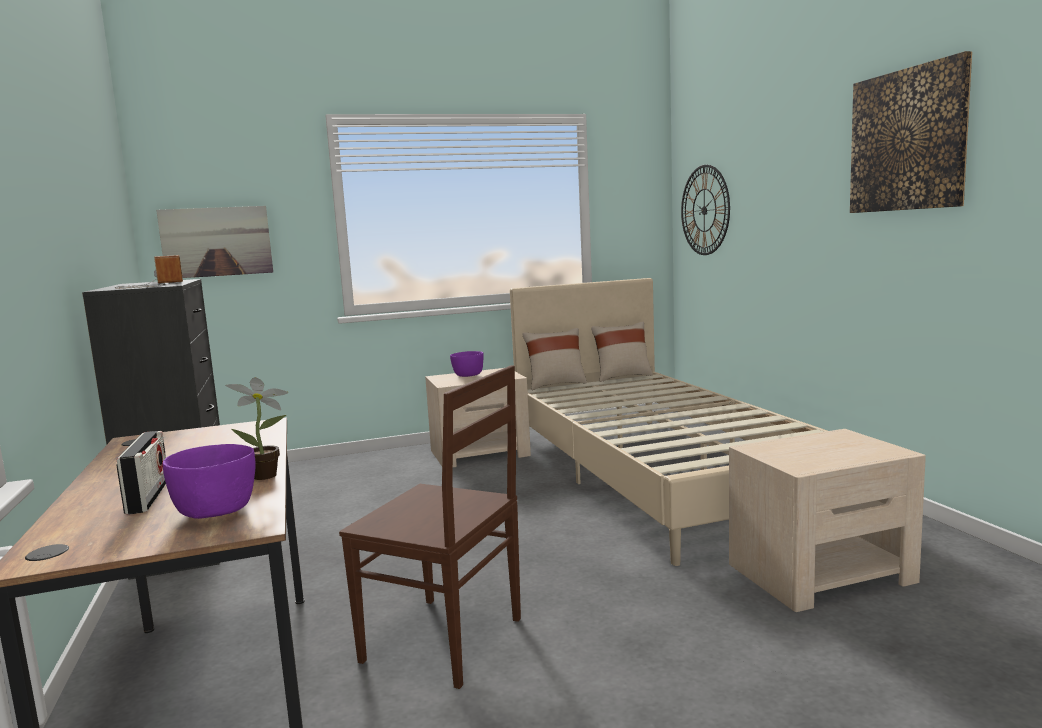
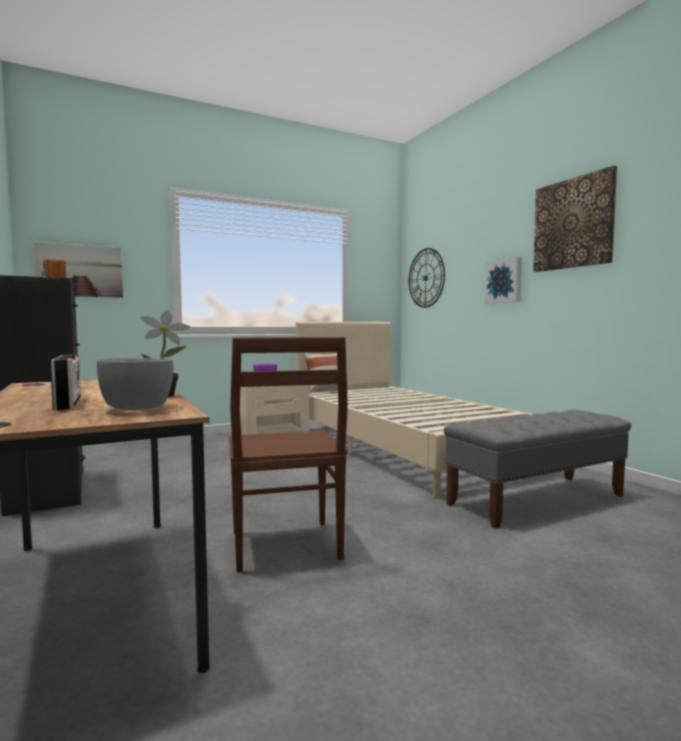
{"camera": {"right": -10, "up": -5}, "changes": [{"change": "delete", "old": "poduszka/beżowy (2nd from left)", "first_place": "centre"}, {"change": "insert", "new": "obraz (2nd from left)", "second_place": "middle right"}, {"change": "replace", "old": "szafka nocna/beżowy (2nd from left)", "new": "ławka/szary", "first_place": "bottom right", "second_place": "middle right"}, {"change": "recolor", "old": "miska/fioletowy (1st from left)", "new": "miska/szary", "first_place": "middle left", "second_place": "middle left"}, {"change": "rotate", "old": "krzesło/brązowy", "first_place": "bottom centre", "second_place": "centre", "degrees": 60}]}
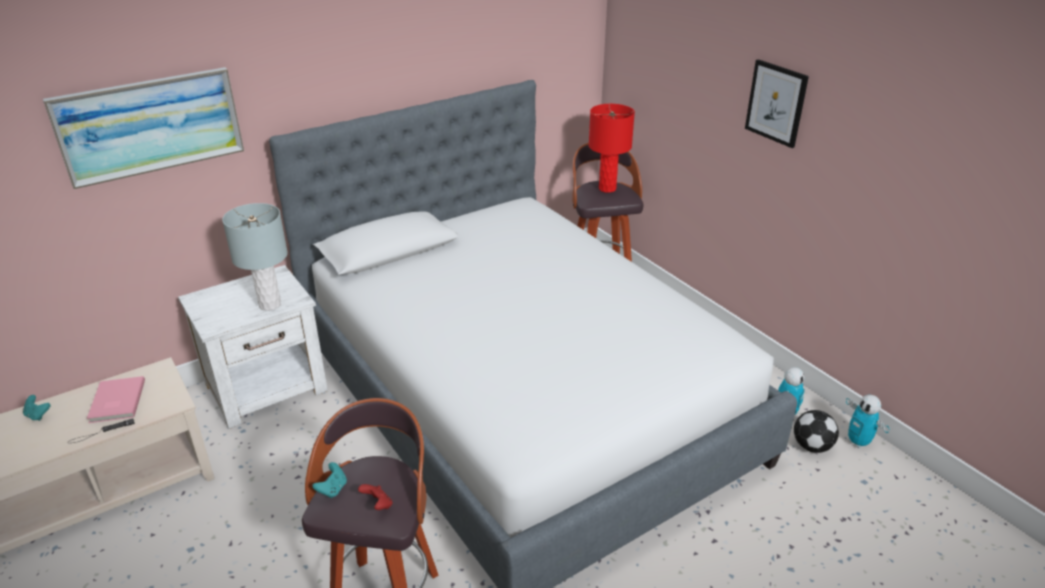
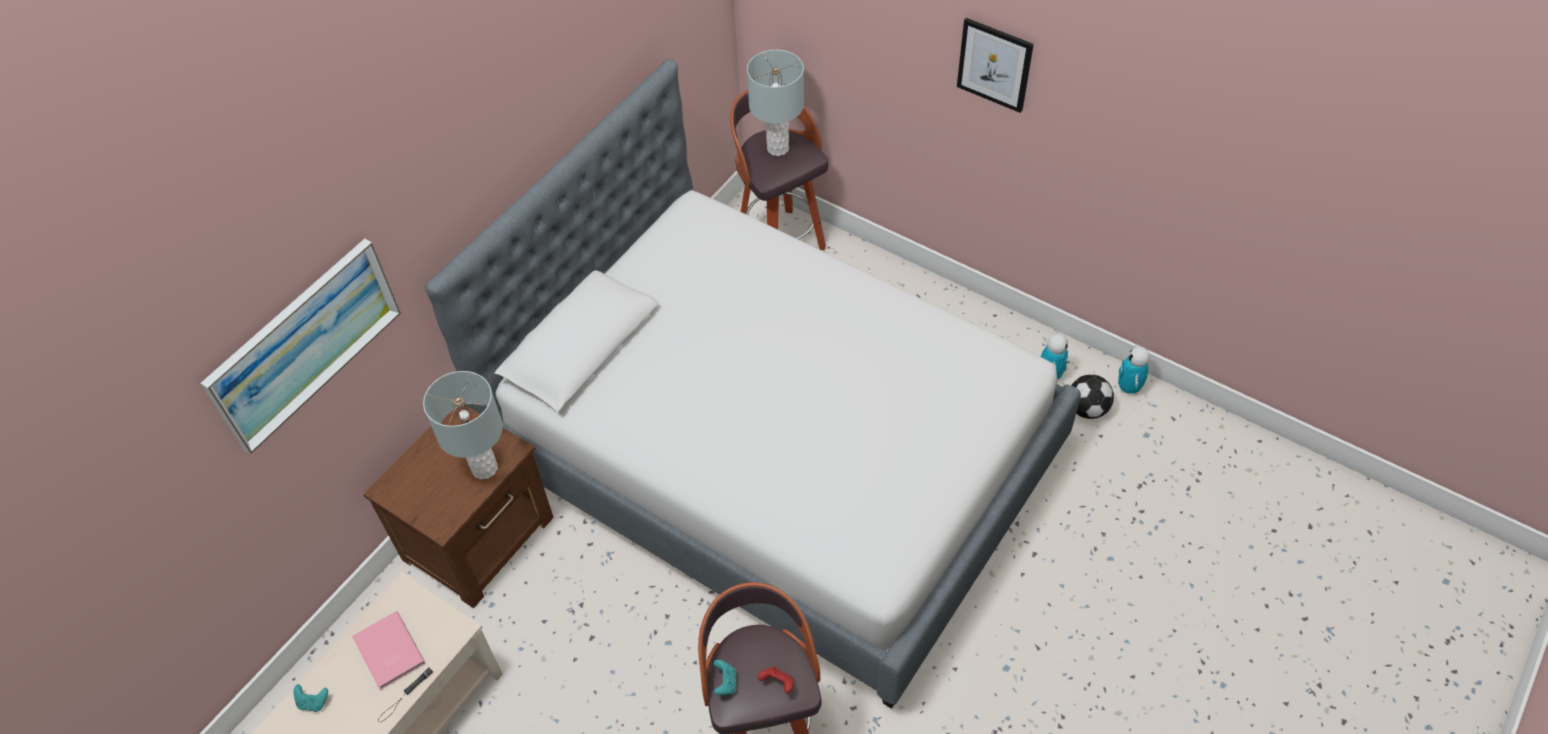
{"camera": {"right": -20, "up": 20}, "changes": [{"change": "recolor", "old": "szafka nocna/biały", "new": "szafka nocna/brązowy", "first_place": "middle left", "second_place": "bottom left"}, {"change": "recolor", "old": "lampa stołowa/czerwony", "new": "lampa stołowa/szary (2nd from left)", "first_place": "top centre", "second_place": "top centre"}, {"change": "rotate", "old": "robot zabawkowy (2nd from left)", "first_place": "bottom right", "second_place": "middle right", "degrees": 60}]}
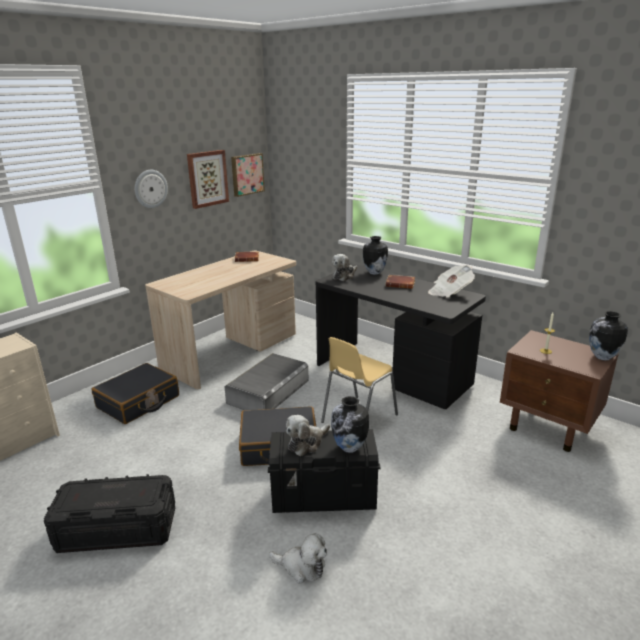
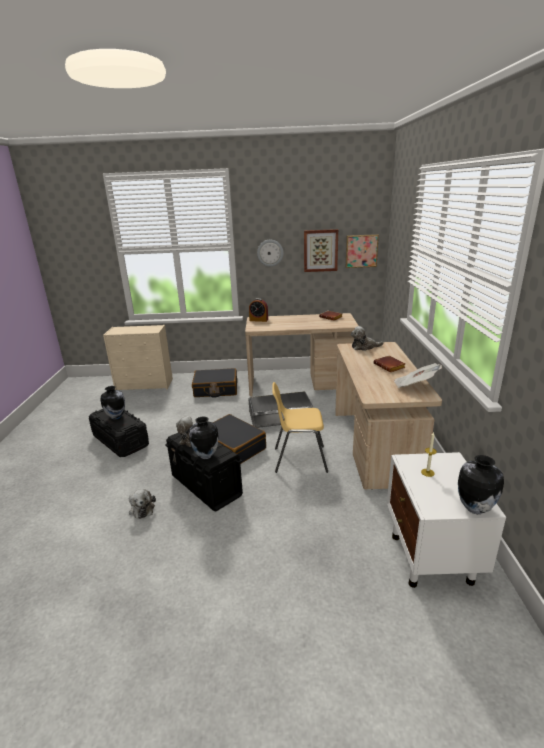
{"camera": {"right": 50, "up": 0}, "changes": [{"change": "insert", "new": "budzik", "second_place": "centre"}, {"change": "move", "old": "wazon (2nd from left in the first image)", "new": "wazon (1st from left)", "first_place": "centre", "second_place": "middle left"}, {"change": "recolor", "old": "biurko/czarny", "new": "biurko/beżowy (2nd from left)", "first_place": "centre", "second_place": "middle right"}, {"change": "recolor", "old": "szafka nocna/brązowy", "new": "szafka nocna/biały", "first_place": "middle right", "second_place": "bottom right"}]}
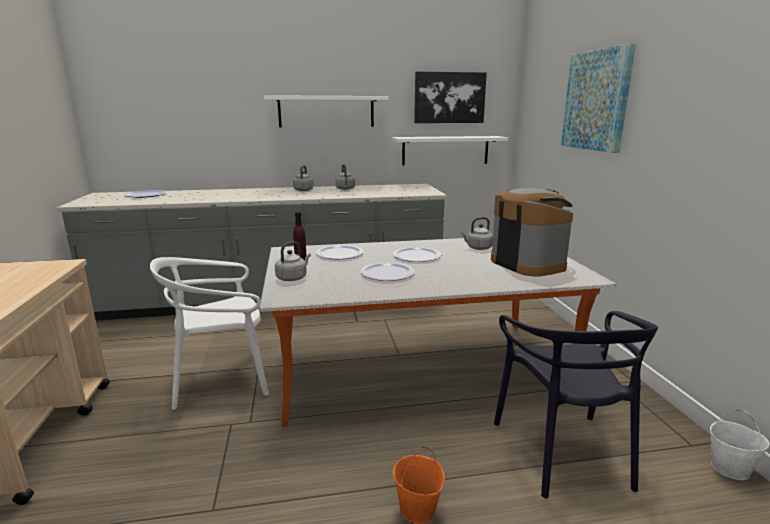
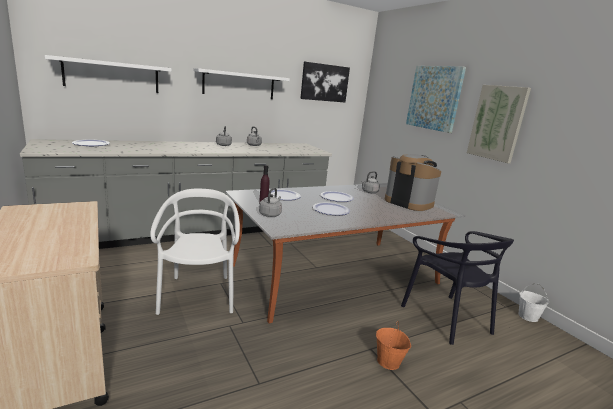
{"camera": {"right": -20, "up": 0}, "changes": [{"change": "insert", "new": "obraz (3rd from left)", "second_place": "top right"}, {"change": "move", "old": "półka/biały (2nd from left in the first image)", "new": "półka/biały (1st from left)", "first_place": "top centre", "second_place": "top left"}, {"change": "rotate", "old": "krzesło/biały", "first_place": "middle left", "second_place": "middle left", "degrees": 120}]}
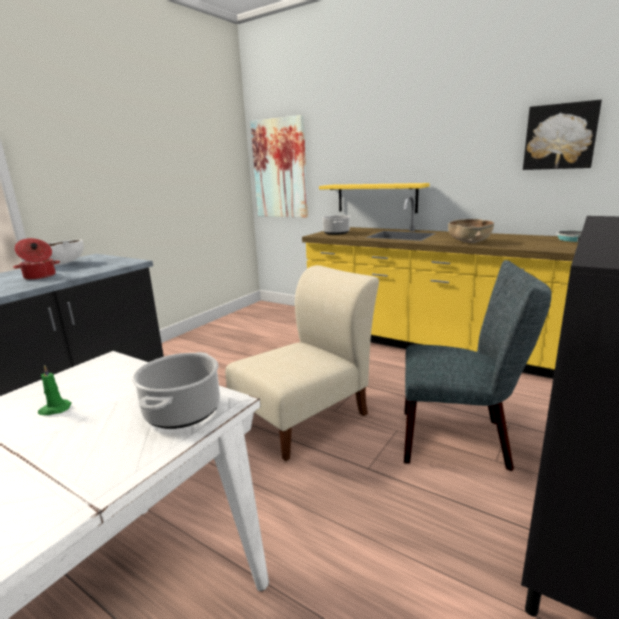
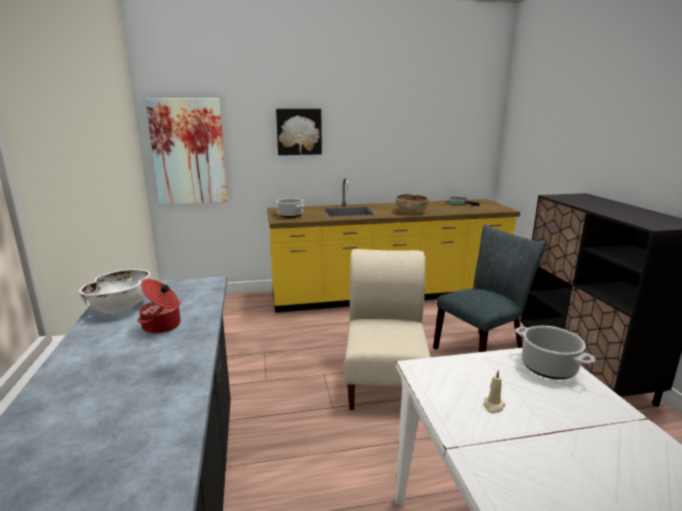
{"camera": {"right": -45, "up": 0}, "changes": [{"change": "delete", "old": "półka/żółty", "first_place": "top centre"}, {"change": "move", "old": "obraz (2nd from left)", "first_place": "top right", "second_place": "top centre"}, {"change": "recolor", "old": "świeca/zielony", "new": "świeca/beżowy", "first_place": "middle left", "second_place": "bottom right"}]}
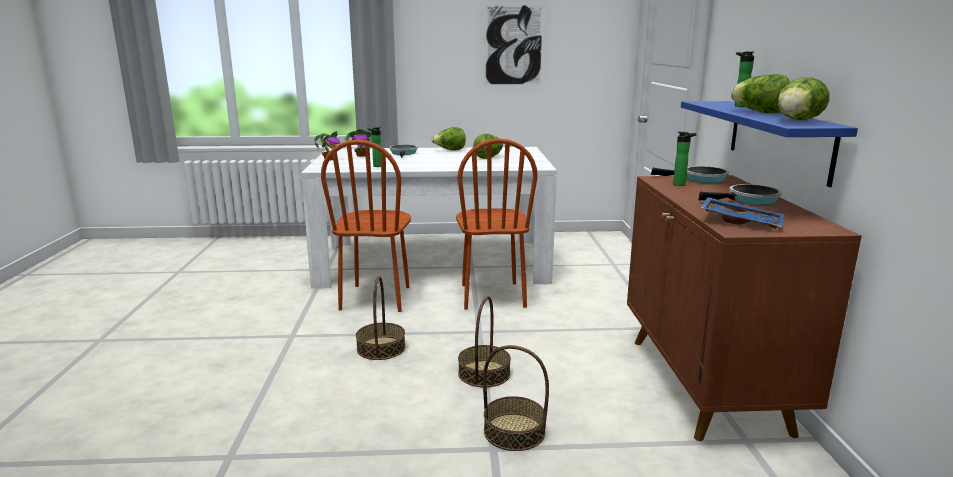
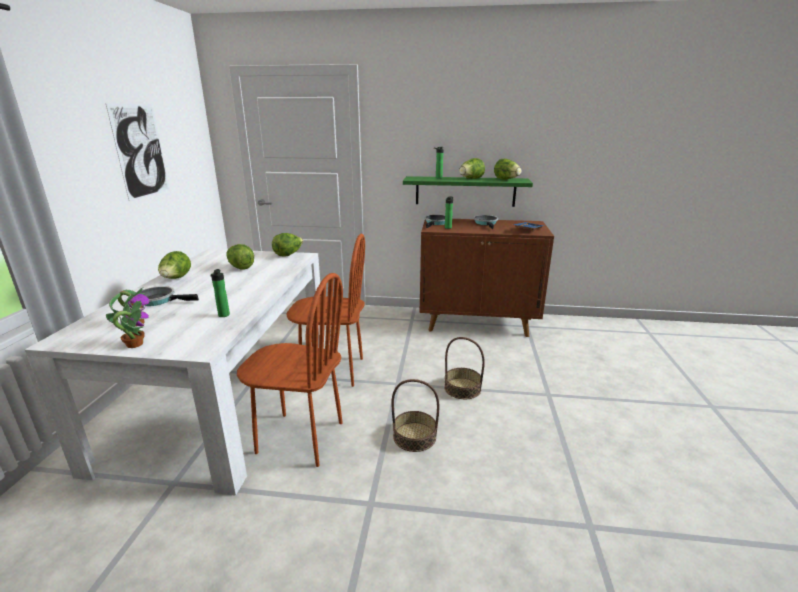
{"camera": {"right": -80, "up": 5}, "changes": [{"change": "delete", "old": "koszyk (3rd from left)", "first_place": "bottom centre"}, {"change": "insert", "new": "sałata (3rd from left)", "second_place": "centre"}, {"change": "recolor", "old": "półka/niebieski", "new": "półka/zielony", "first_place": "top right", "second_place": "top centre"}]}
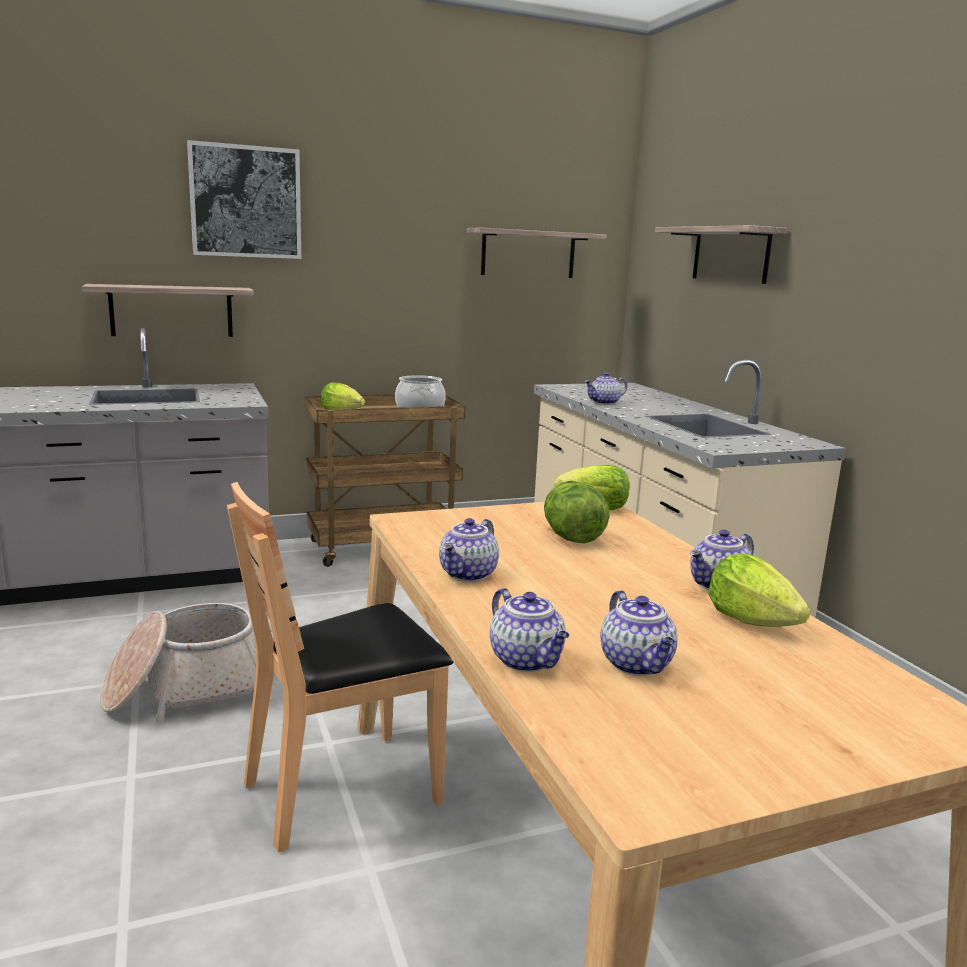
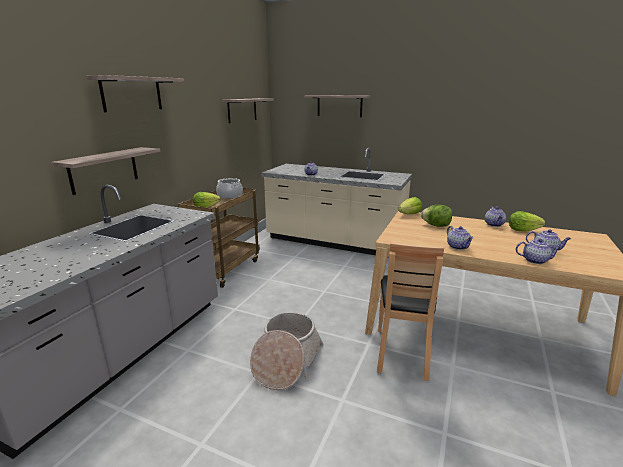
{"camera": {"right": -45, "up": 5}, "changes": [{"change": "replace", "old": "obraz", "new": "półka (2nd from left)", "first_place": "top left", "second_place": "top left"}]}
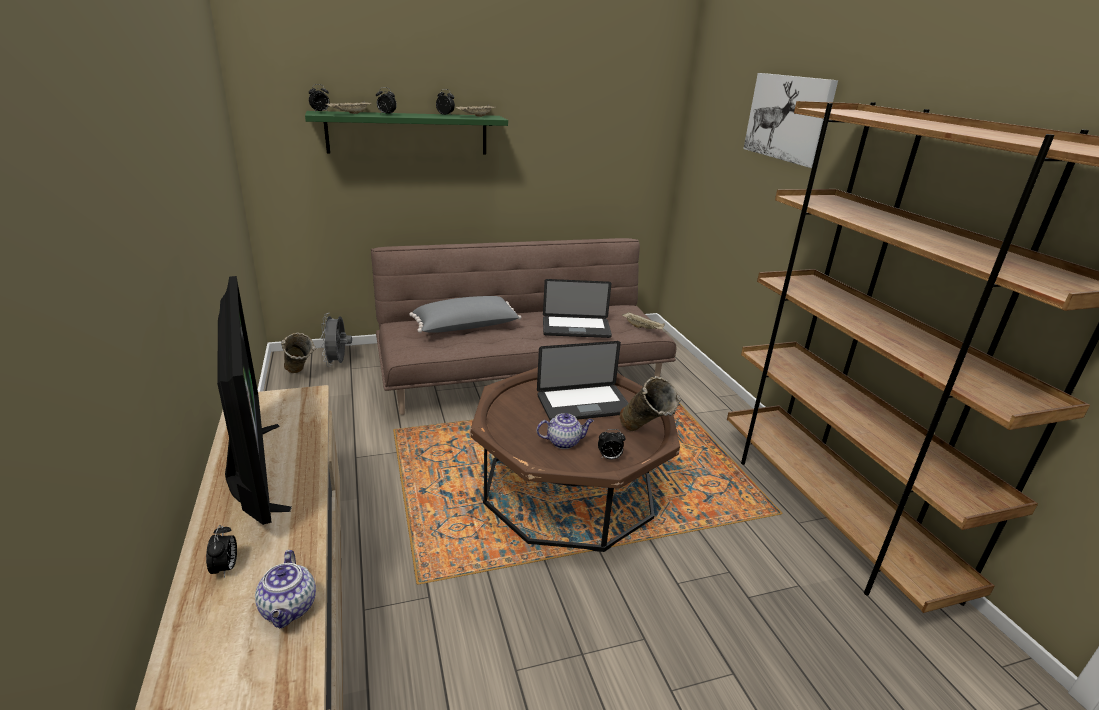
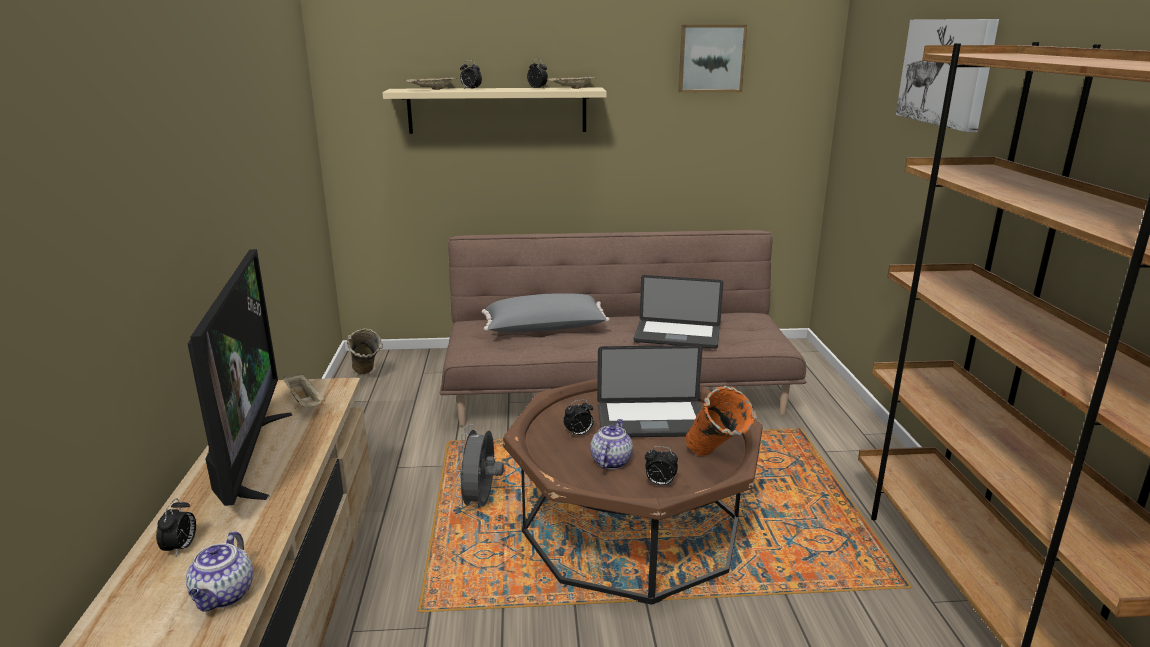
{"camera": {"right": 15, "up": -5}, "changes": [{"change": "insert", "new": "obraz (1st from left)", "second_place": "top centre"}, {"change": "move", "old": "budzik (2nd from left in the first image)", "new": "budzik (4th from left)", "first_place": "top left", "second_place": "centre"}, {"change": "move", "old": "wentylator/szary", "first_place": "middle left", "second_place": "bottom centre"}, {"change": "move", "old": "taca/beżowy (3rd from left in the first image)", "new": "taca/beżowy (1st from left)", "first_place": "centre", "second_place": "middle left"}, {"change": "recolor", "old": "półka/zielony", "new": "półka/beżowy", "first_place": "top centre", "second_place": "top centre"}, {"change": "recolor", "old": "wazon/beżowy (2nd from left)", "new": "wazon/pomarańczowy", "first_place": "centre", "second_place": "centre"}, {"change": "rotate", "old": "imbryk (2nd from left)", "first_place": "centre", "second_place": "bottom centre", "degrees": -75}]}
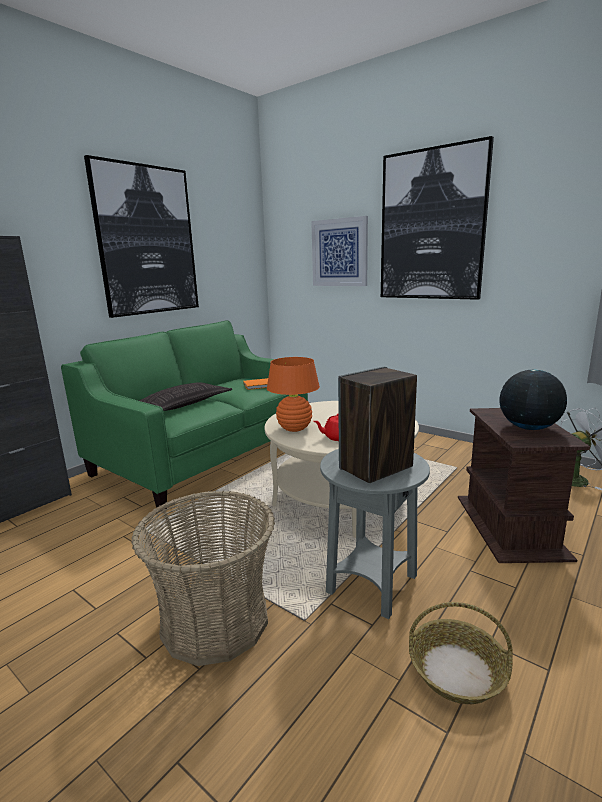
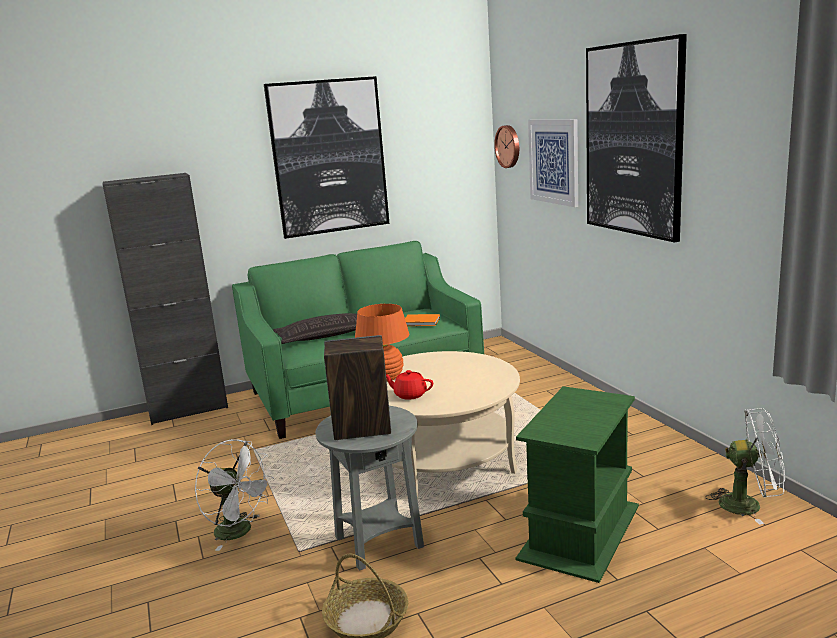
{"camera": {"right": 30, "up": 0}, "changes": [{"change": "delete", "old": "globus", "first_place": "middle right"}, {"change": "insert", "new": "zegar ścienny", "second_place": "top centre"}, {"change": "replace", "old": "koszyk (1st from left)", "new": "wentylator/biały (1st from left)", "first_place": "bottom centre", "second_place": "bottom left"}, {"change": "recolor", "old": "stolik/brązowy", "new": "stolik/zielony", "first_place": "middle right", "second_place": "bottom right"}]}
